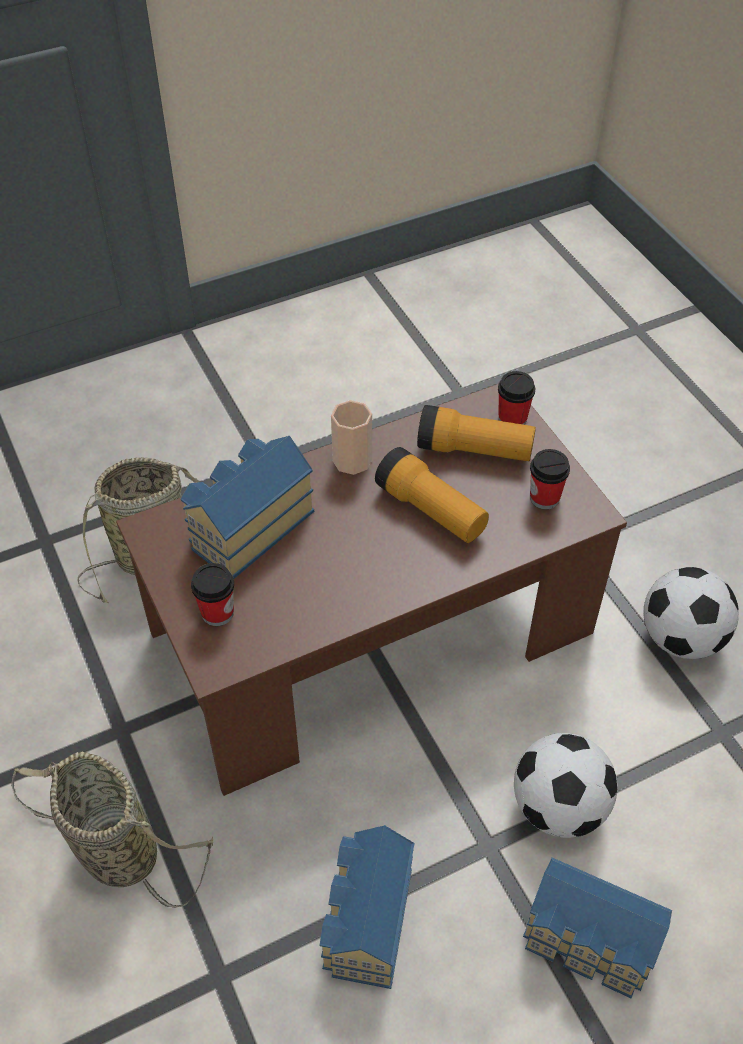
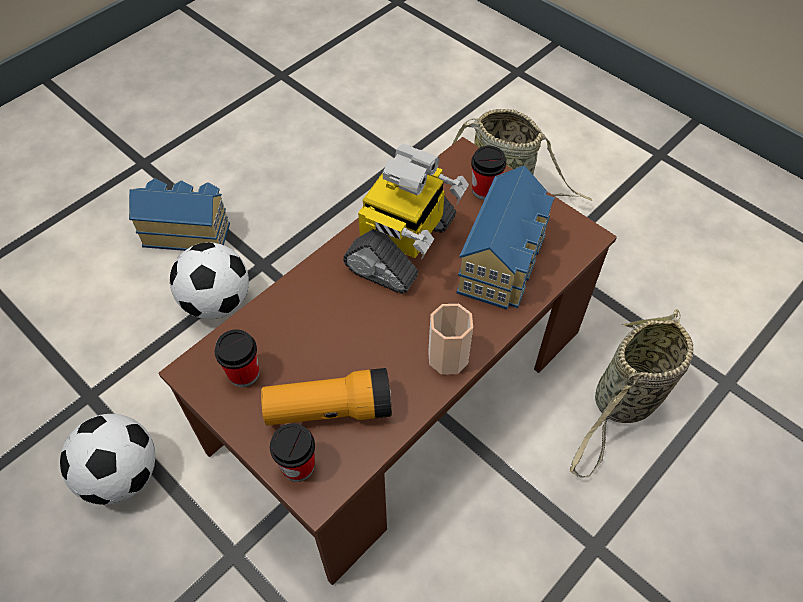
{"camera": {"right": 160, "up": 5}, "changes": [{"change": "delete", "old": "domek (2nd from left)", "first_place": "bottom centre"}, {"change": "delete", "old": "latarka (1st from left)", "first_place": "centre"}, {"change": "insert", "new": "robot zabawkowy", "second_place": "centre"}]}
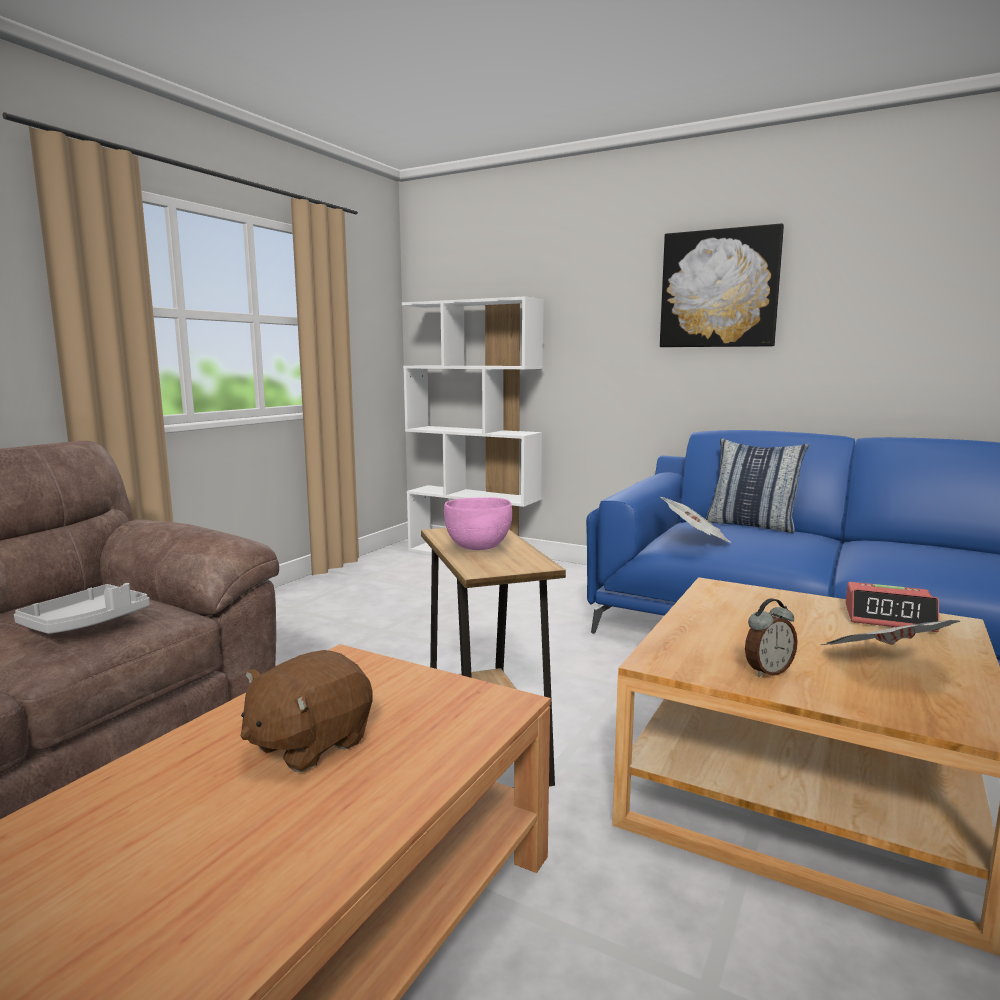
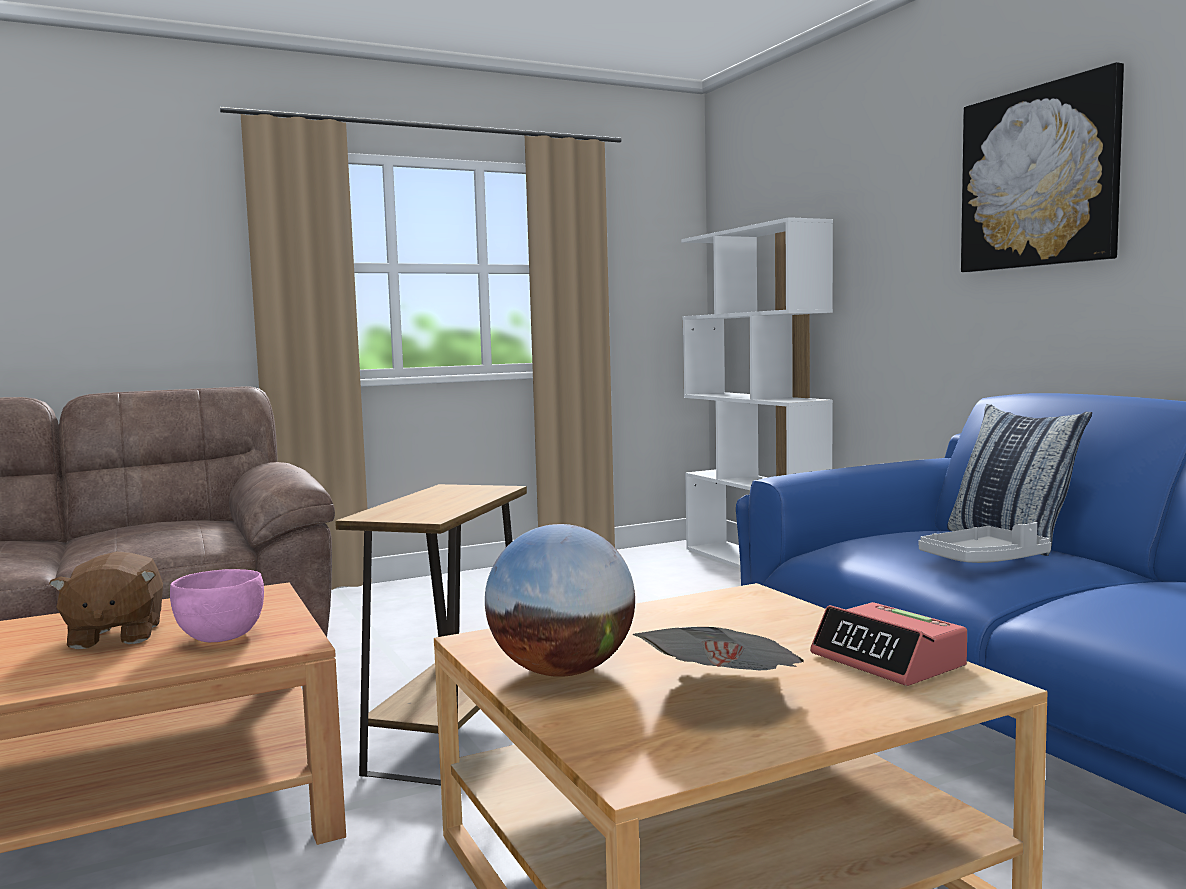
{"camera": {"right": 35, "up": -5}, "changes": [{"change": "delete", "old": "gazeta (1st from left)", "first_place": "middle right"}, {"change": "move", "old": "taca/szary", "first_place": "middle left", "second_place": "middle right"}, {"change": "move", "old": "miska/różowy", "first_place": "centre", "second_place": "bottom left"}, {"change": "replace", "old": "budzik (1st from left)", "new": "globus", "first_place": "middle right", "second_place": "bottom centre"}, {"change": "rotate", "old": "pluszak/brązowy", "first_place": "bottom left", "second_place": "bottom left", "degrees": -90}]}
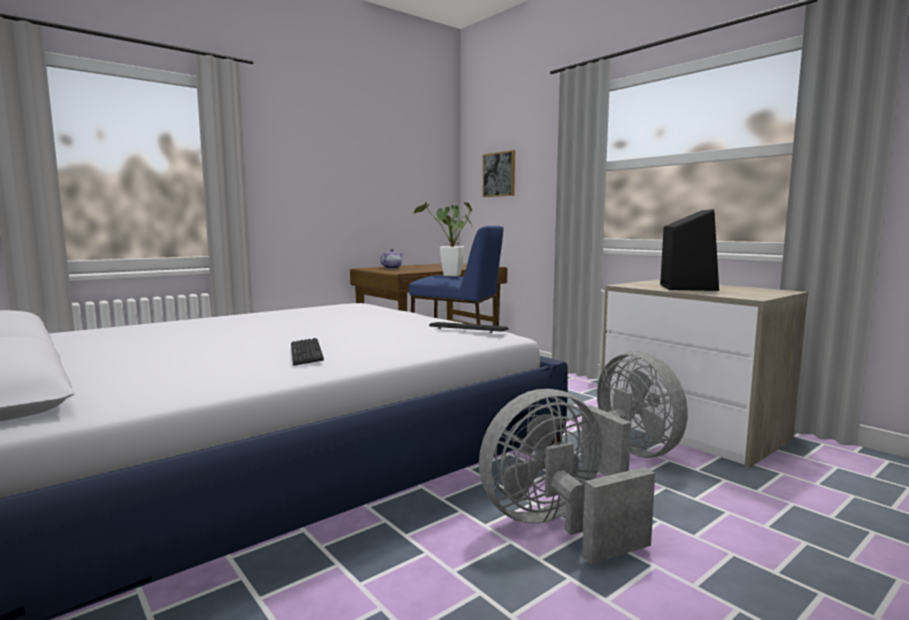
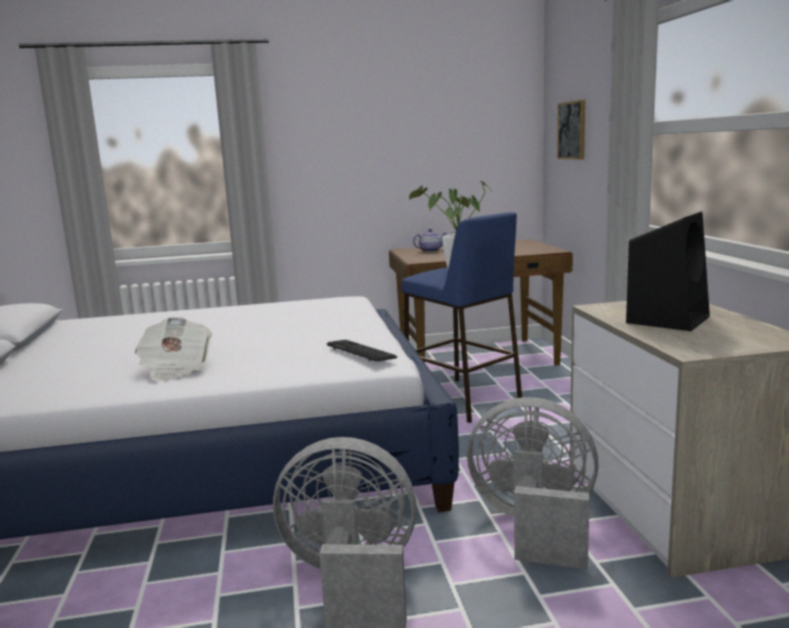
{"camera": {"right": 30, "up": 5}, "changes": [{"change": "replace", "old": "klawiatura (1st from left)", "new": "gazeta", "first_place": "centre", "second_place": "middle left"}, {"change": "rotate", "old": "wentylator/szary (2nd from left)", "first_place": "middle right", "second_place": "bottom right", "degrees": -75}]}
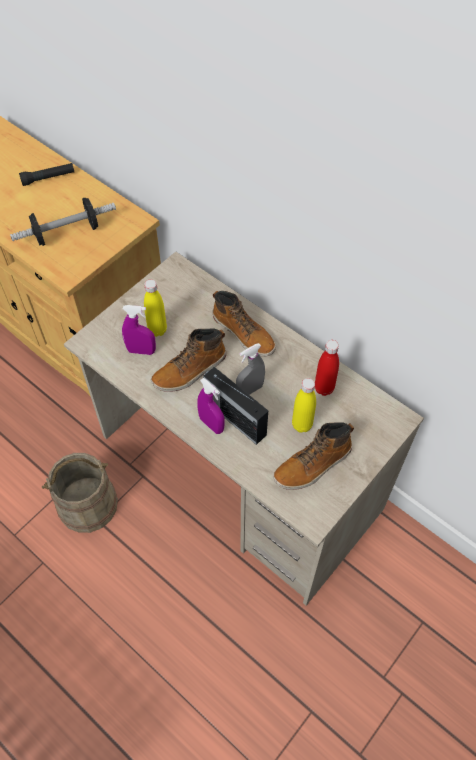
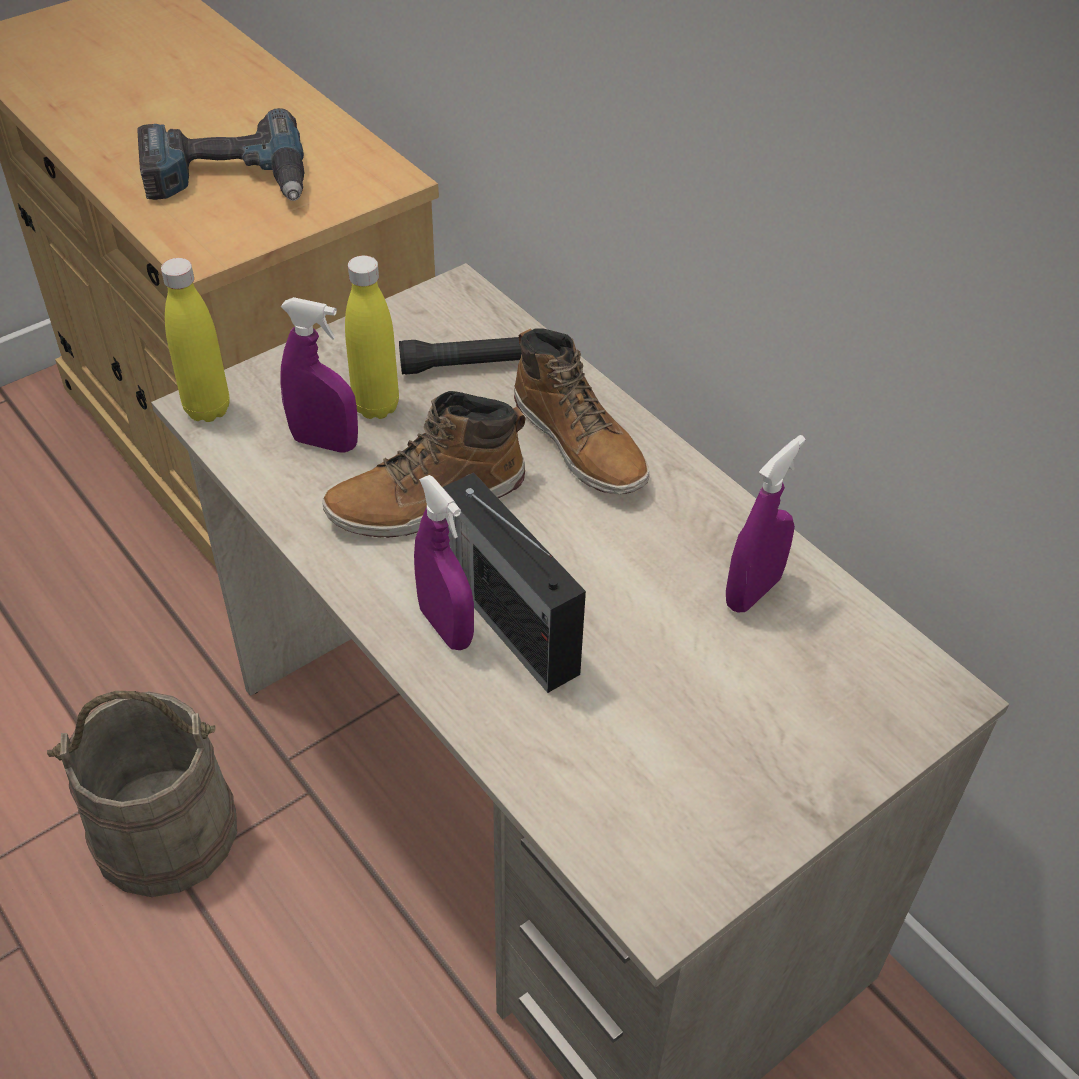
{"camera": {"right": 10, "up": -10}, "changes": [{"change": "delete", "old": "spryskiwacz/szary", "first_place": "centre"}, {"change": "delete", "old": "but z cholewką (3rd from left)", "first_place": "centre"}, {"change": "move", "old": "latarka/czarny", "first_place": "top left", "second_place": "top centre"}, {"change": "move", "old": "butelka/żółty (2nd from left in the first image)", "new": "butelka/żółty (1st from left)", "first_place": "centre", "second_place": "top left"}, {"change": "replace", "old": "hantel", "new": "wiertarka", "first_place": "top left", "second_place": "top left"}, {"change": "replace", "old": "butelka/czerwony", "new": "spryskiwacz/fioletowy (3rd from left)", "first_place": "middle right", "second_place": "middle right"}]}
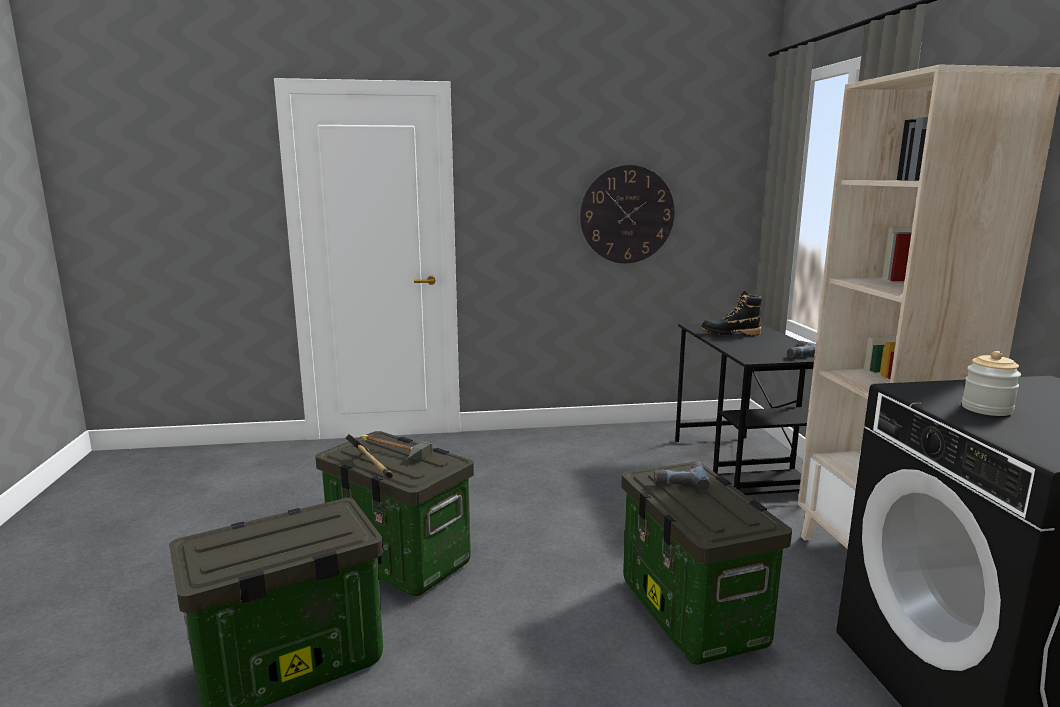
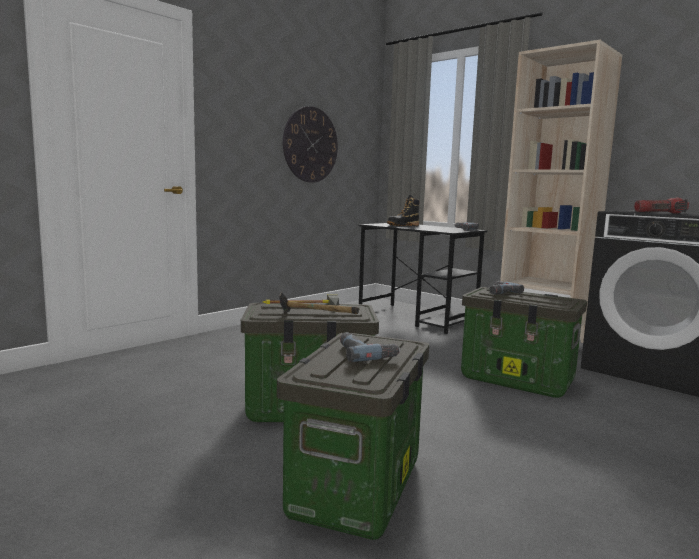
{"camera": {"right": -40, "up": -5}, "changes": [{"change": "insert", "new": "wiertarka (1st from left)", "second_place": "centre"}, {"change": "replace", "old": "słoik", "new": "latarka", "first_place": "middle right", "second_place": "middle right"}]}
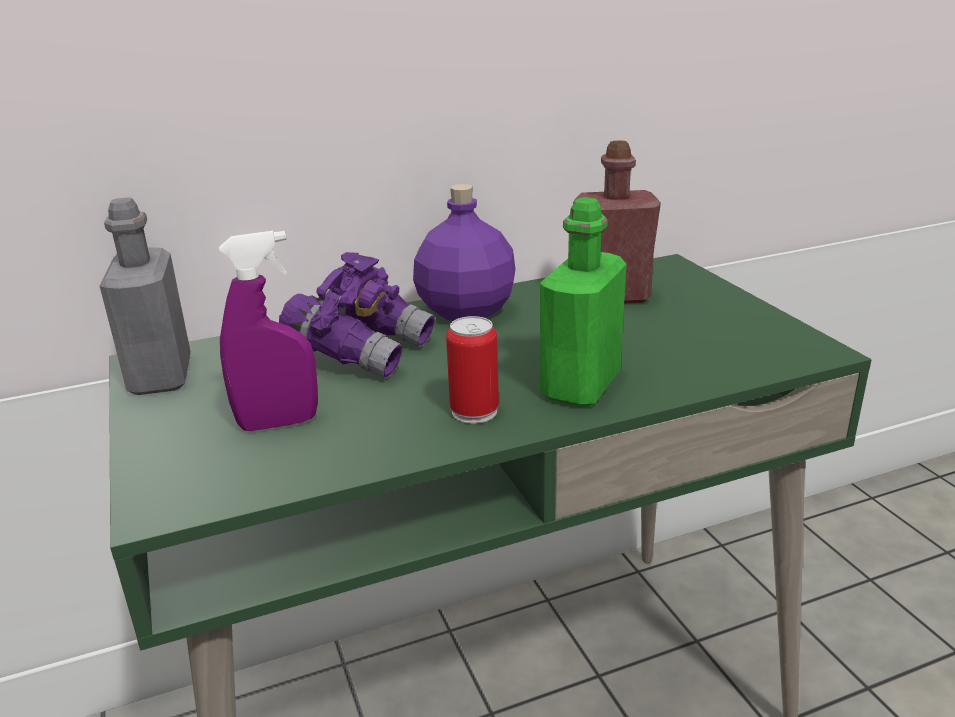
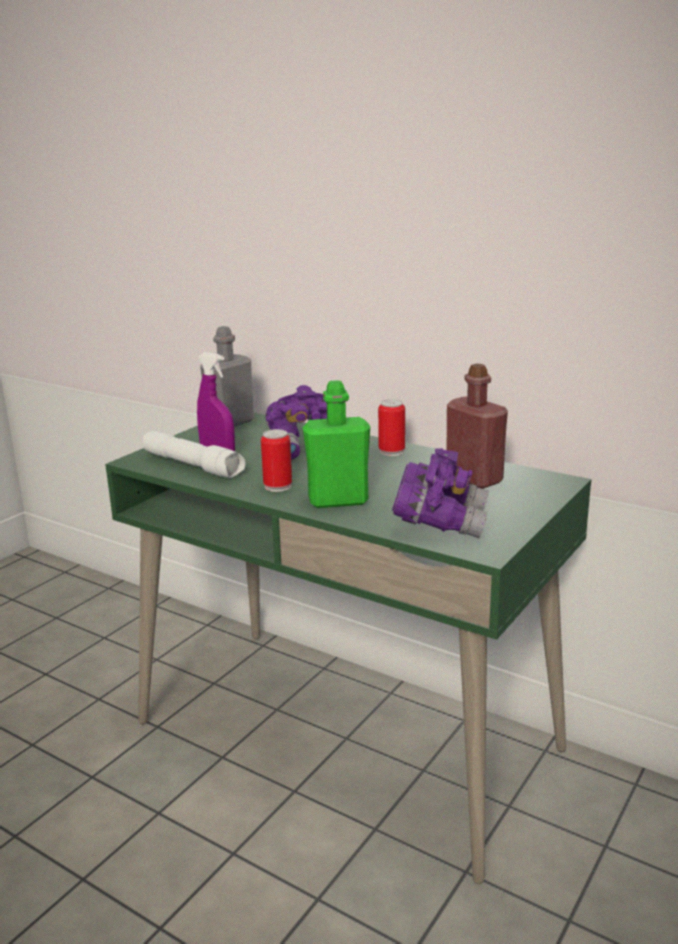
{"camera": {"right": 55, "up": -5}, "changes": [{"change": "insert", "new": "latarka/biały", "second_place": "middle left"}, {"change": "insert", "new": "lornetka/fioletowy (2nd from left)", "second_place": "centre"}, {"change": "replace", "old": "butelka/fioletowy", "new": "puszka (2nd from left)", "first_place": "centre", "second_place": "centre"}]}
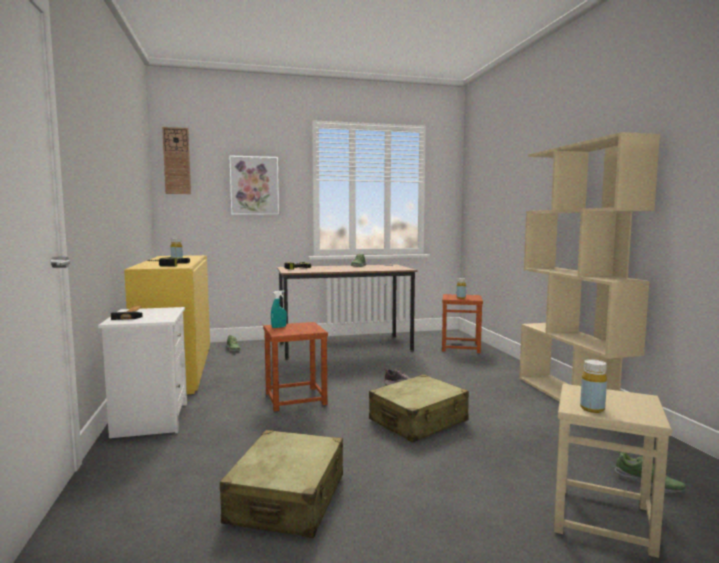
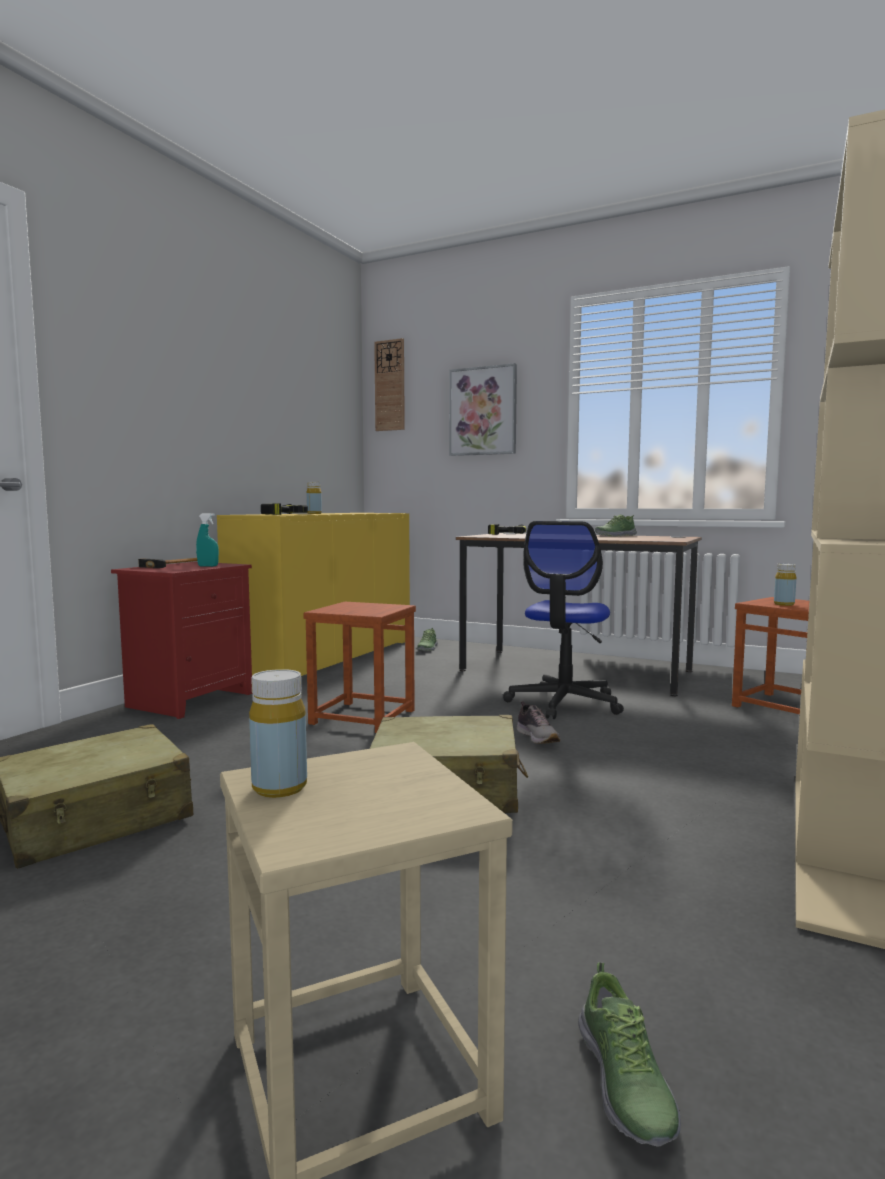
{"camera": {"right": 40, "up": 0}, "changes": [{"change": "insert", "new": "krzesło biurowe", "second_place": "centre"}, {"change": "move", "old": "spryskiwacz/turkusowy", "first_place": "centre", "second_place": "middle left"}, {"change": "recolor", "old": "szafka nocna/biały", "new": "szafka nocna/czerwony", "first_place": "middle left", "second_place": "middle left"}]}
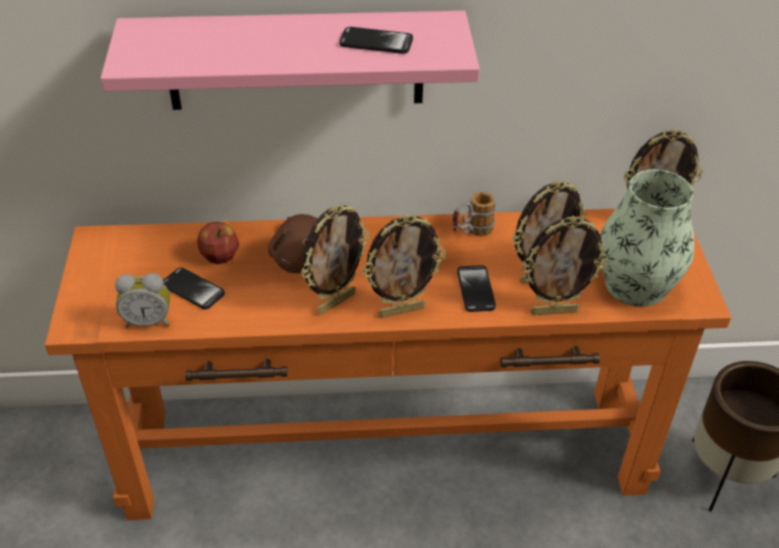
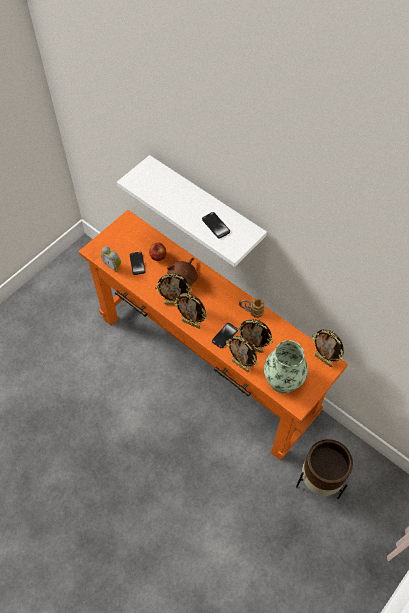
{"camera": {"right": 45, "up": 15}, "changes": [{"change": "recolor", "old": "półka/różowy", "new": "półka/biały", "first_place": "top centre", "second_place": "centre"}]}
